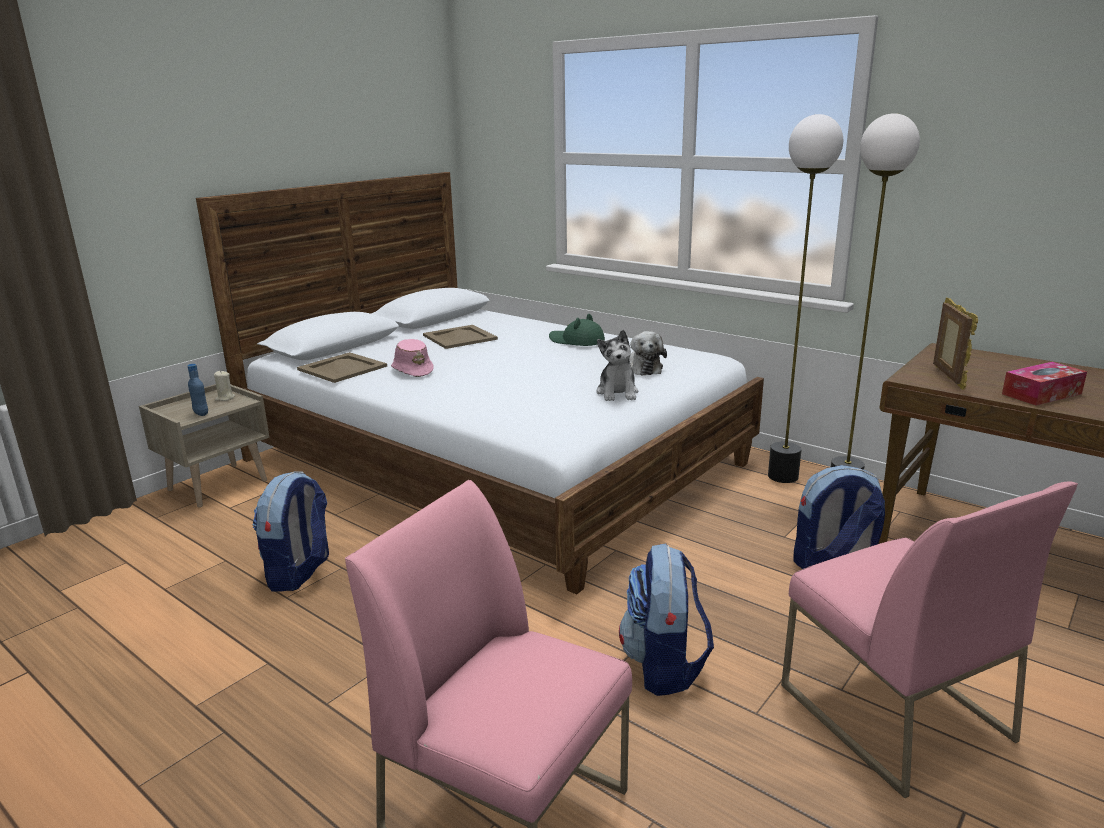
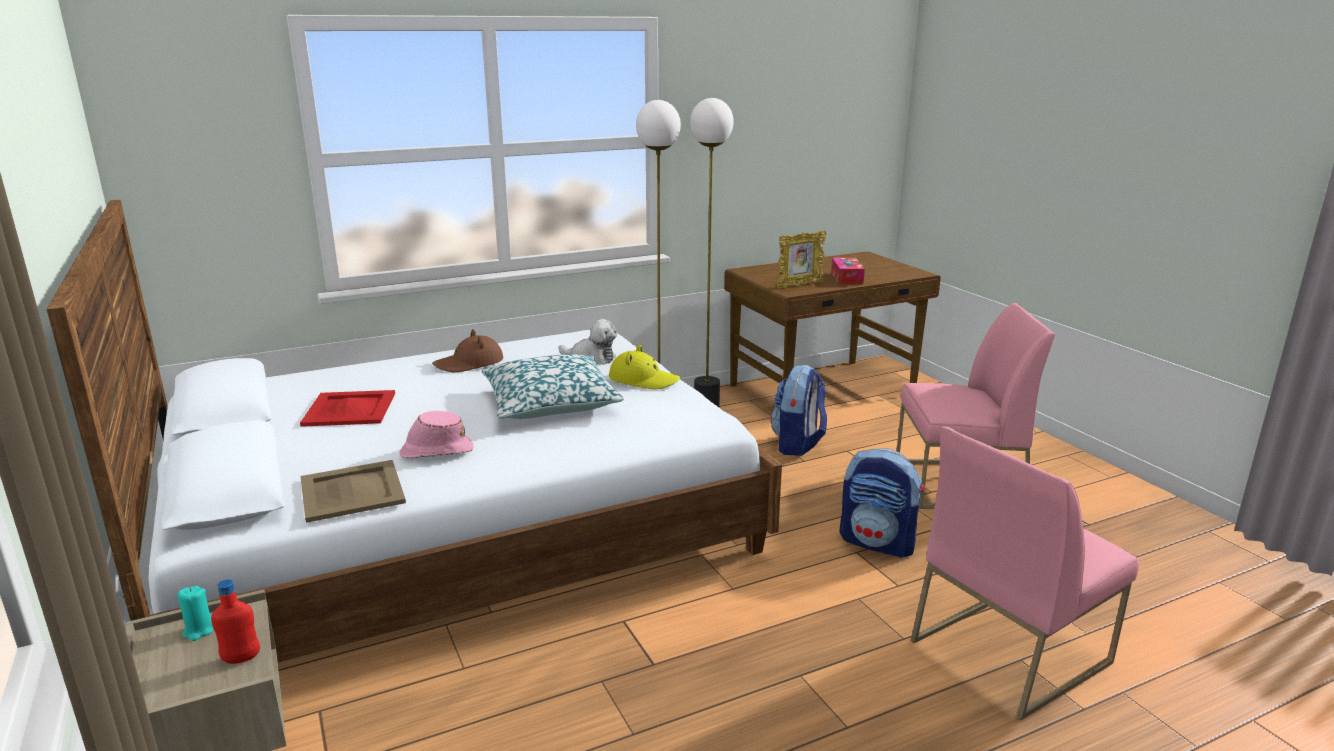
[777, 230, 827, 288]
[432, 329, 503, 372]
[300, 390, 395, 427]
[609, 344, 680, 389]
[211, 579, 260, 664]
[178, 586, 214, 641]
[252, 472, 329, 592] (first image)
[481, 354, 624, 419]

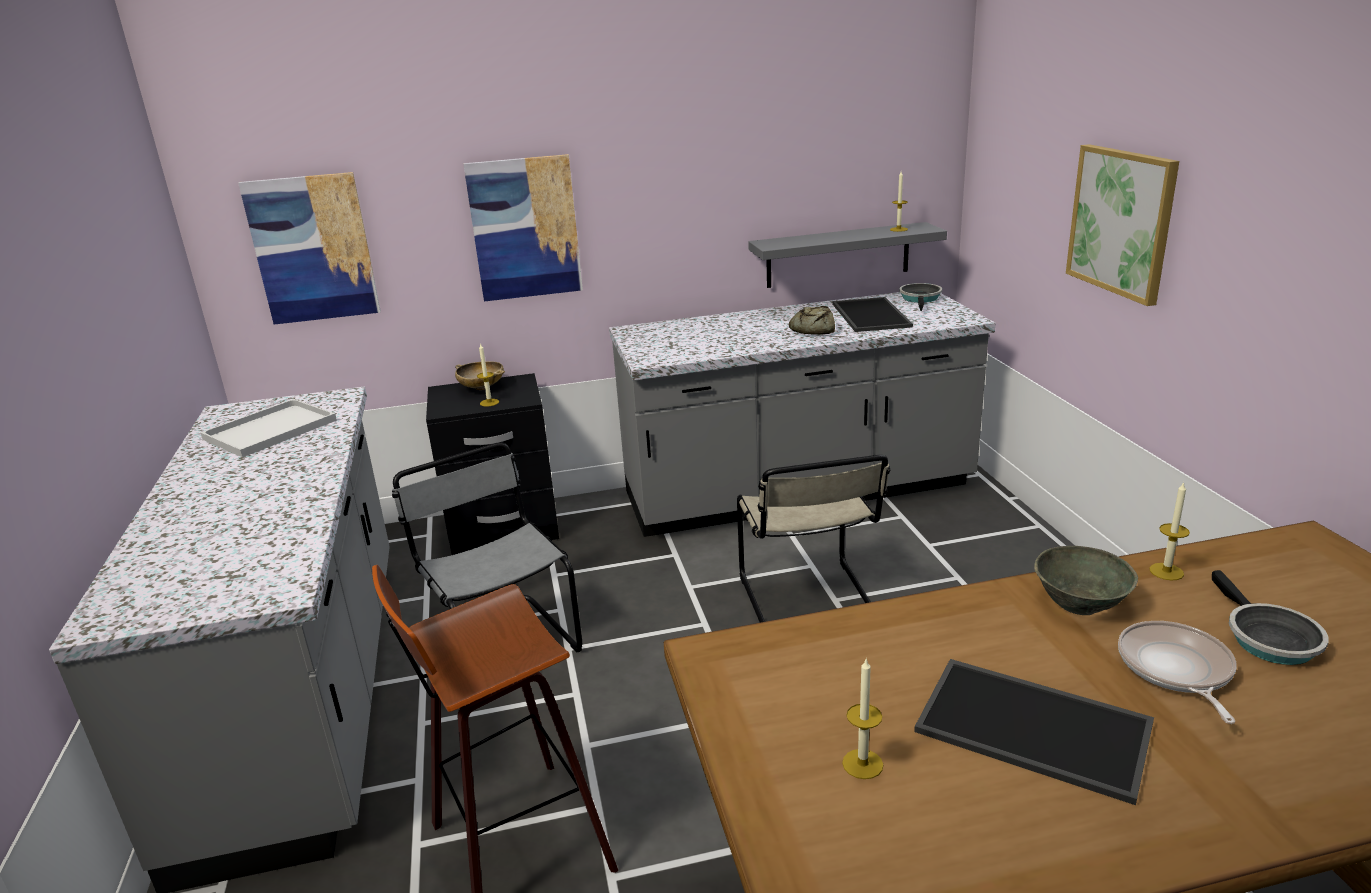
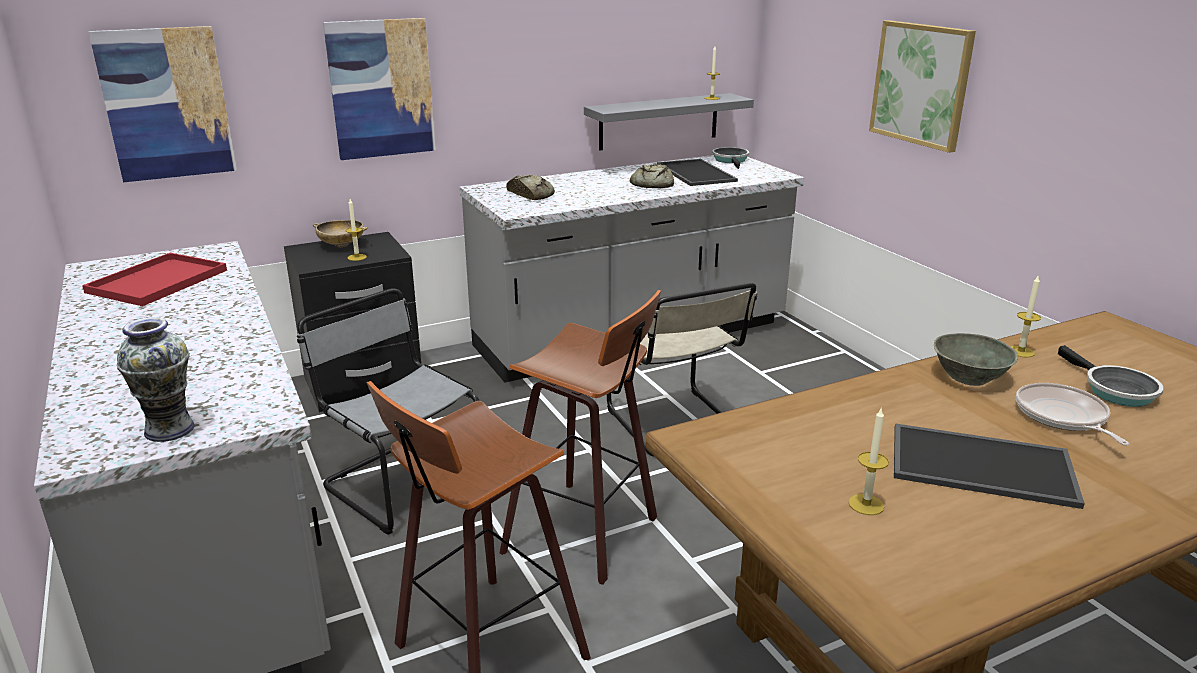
[82, 253, 227, 306]
[506, 175, 555, 200]
[499, 290, 661, 585]
[117, 317, 194, 442]

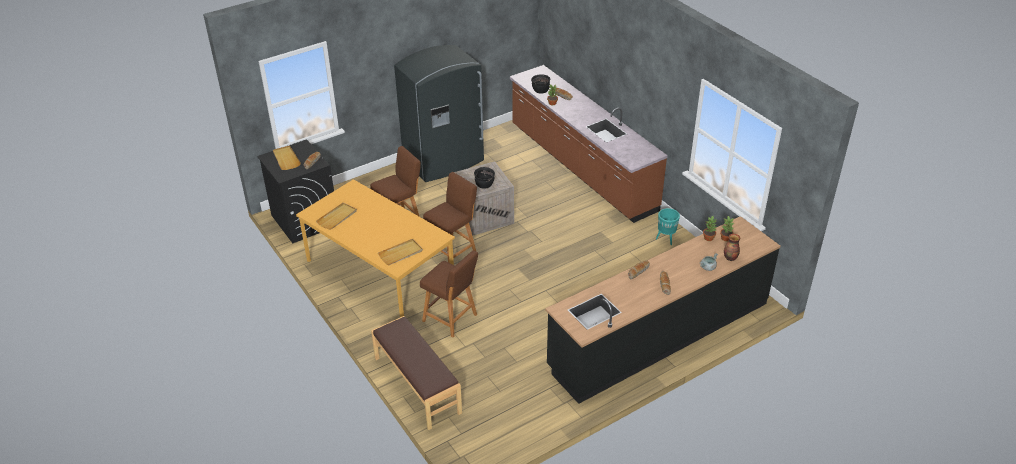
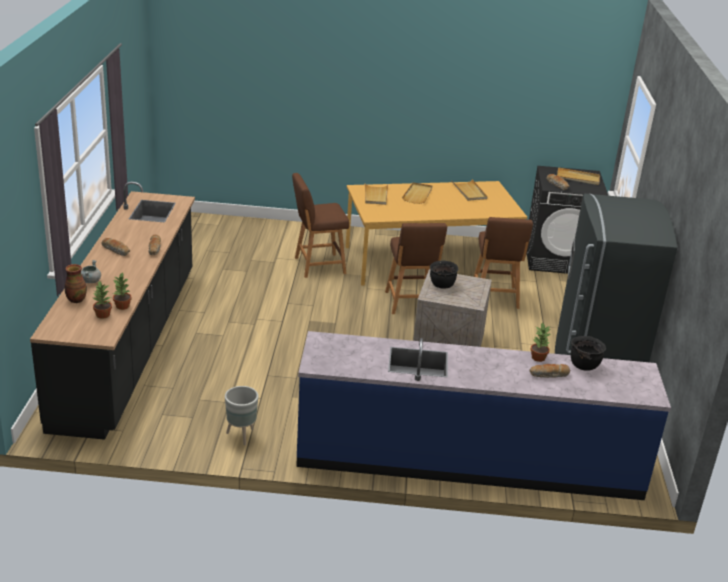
[296, 331, 671, 500]
[225, 386, 259, 446]
[371, 316, 462, 430] (first image)
[402, 182, 432, 204]

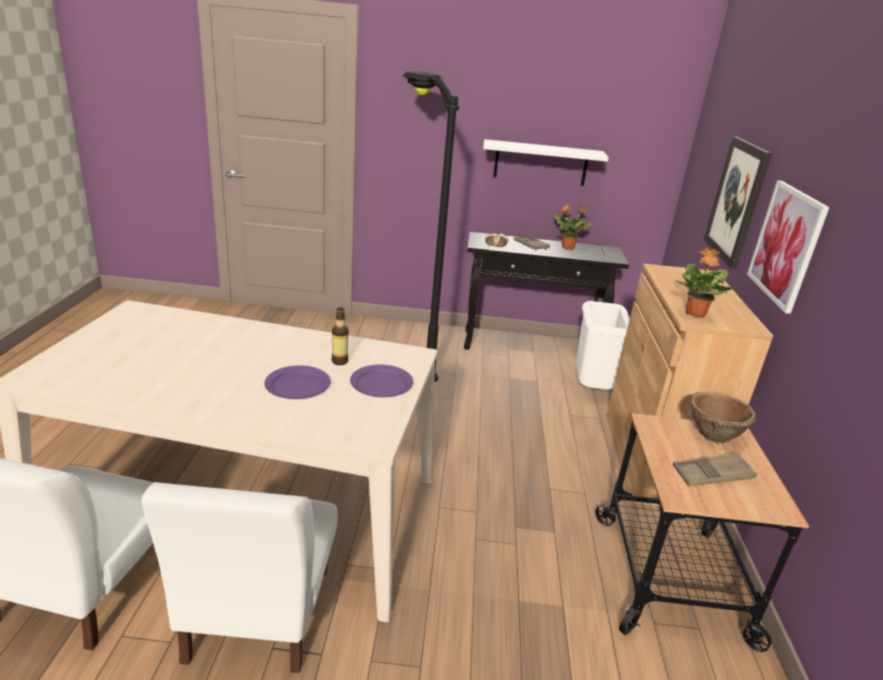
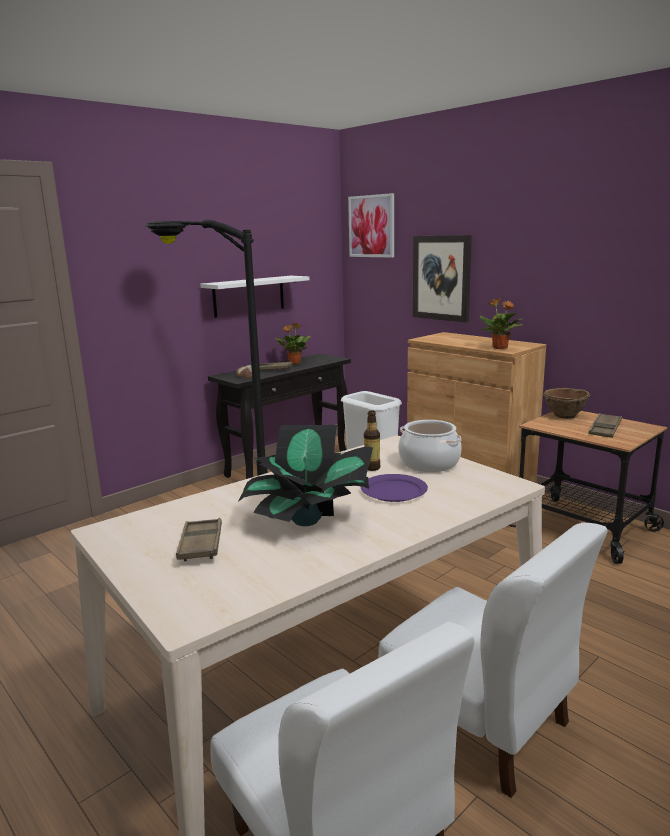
[348, 193, 394, 258]
[398, 420, 462, 472]
[238, 425, 373, 526]
[176, 518, 222, 561]

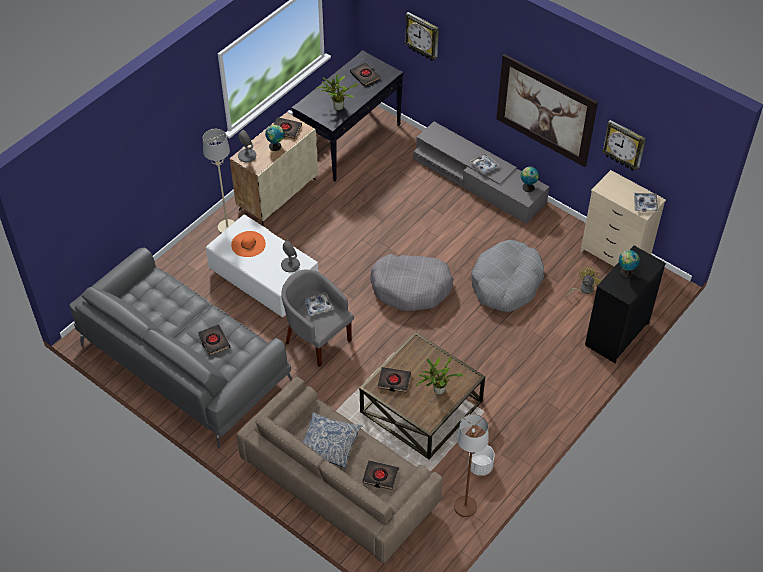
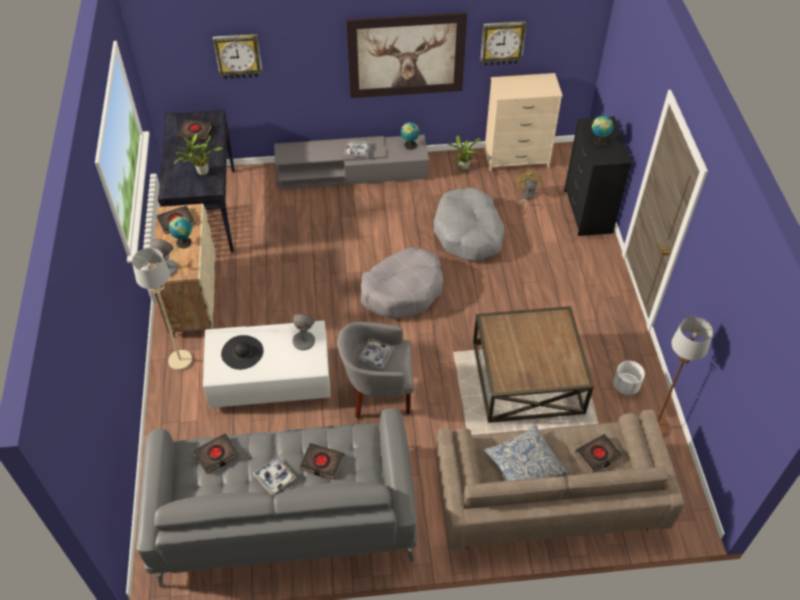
[253, 456, 296, 495]
[221, 335, 264, 370]
[448, 135, 480, 170]
[193, 433, 239, 474]

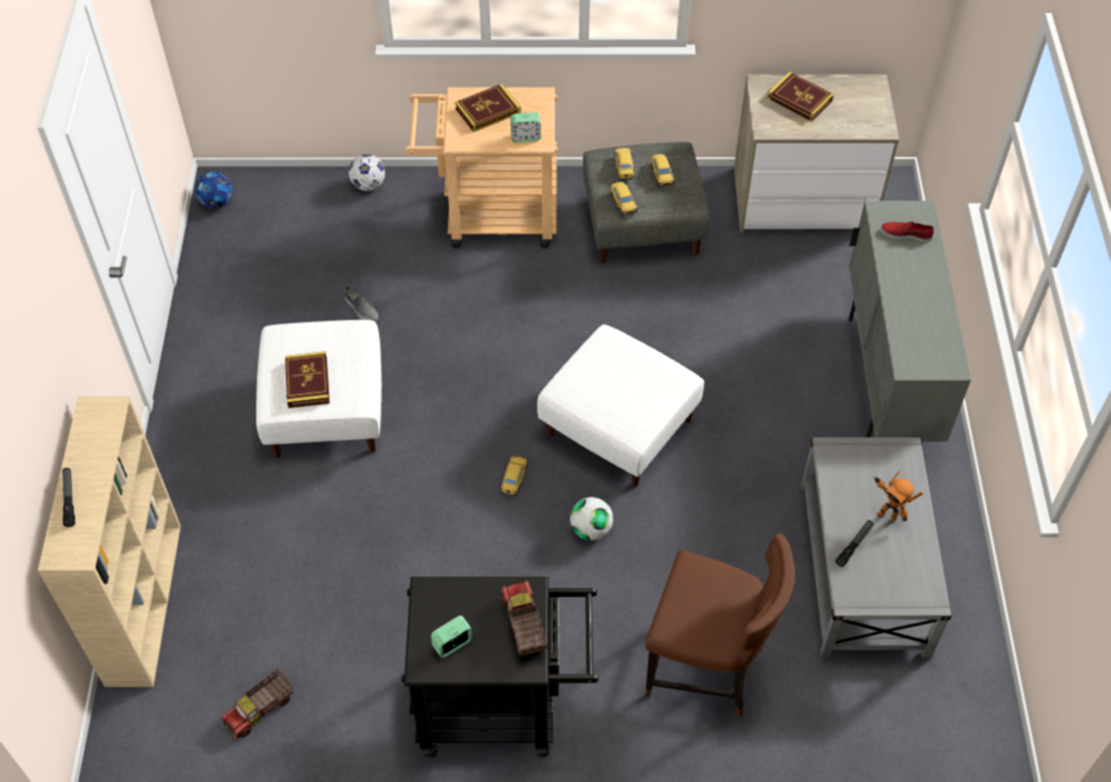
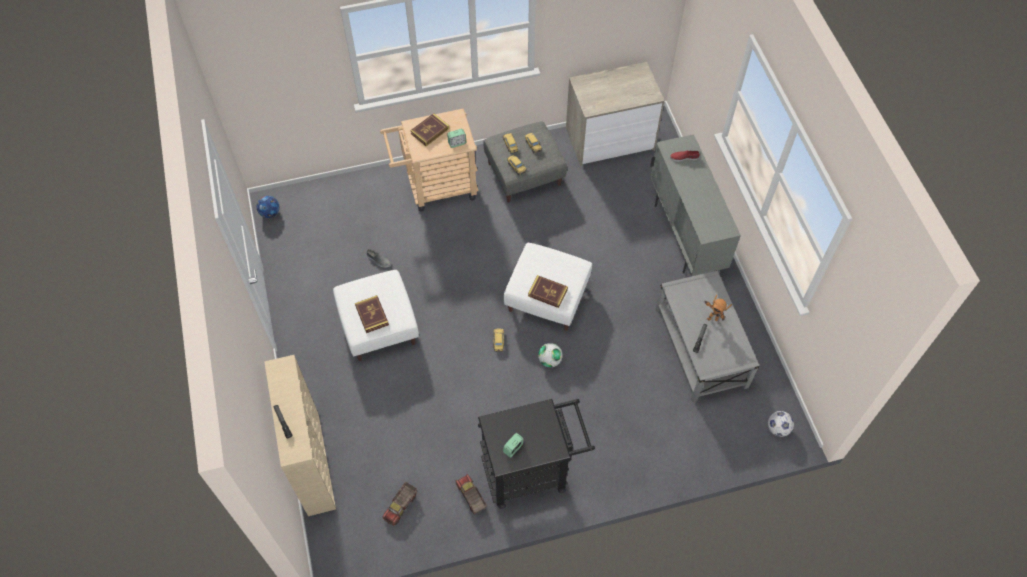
[528, 275, 568, 308]
[768, 411, 794, 437]
[645, 533, 795, 717] (first image)
[455, 474, 487, 514]

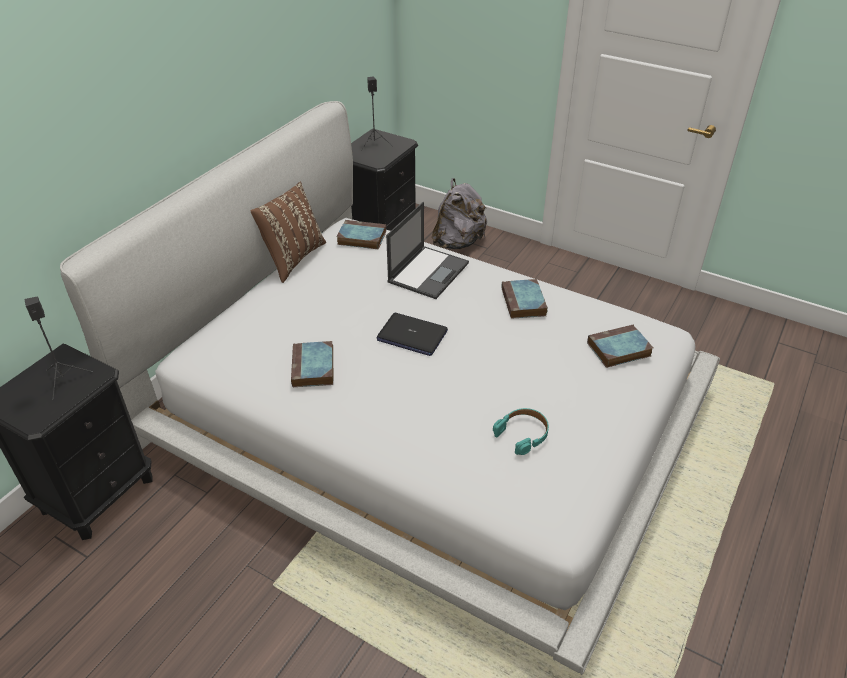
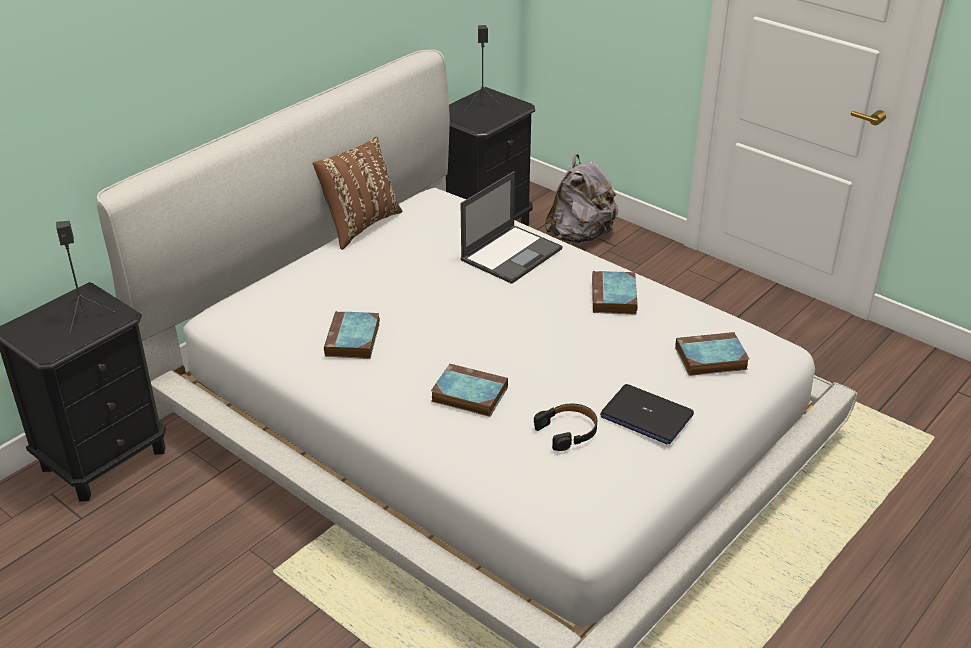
[431, 364, 508, 417]
[600, 384, 694, 444]
[534, 404, 597, 451]

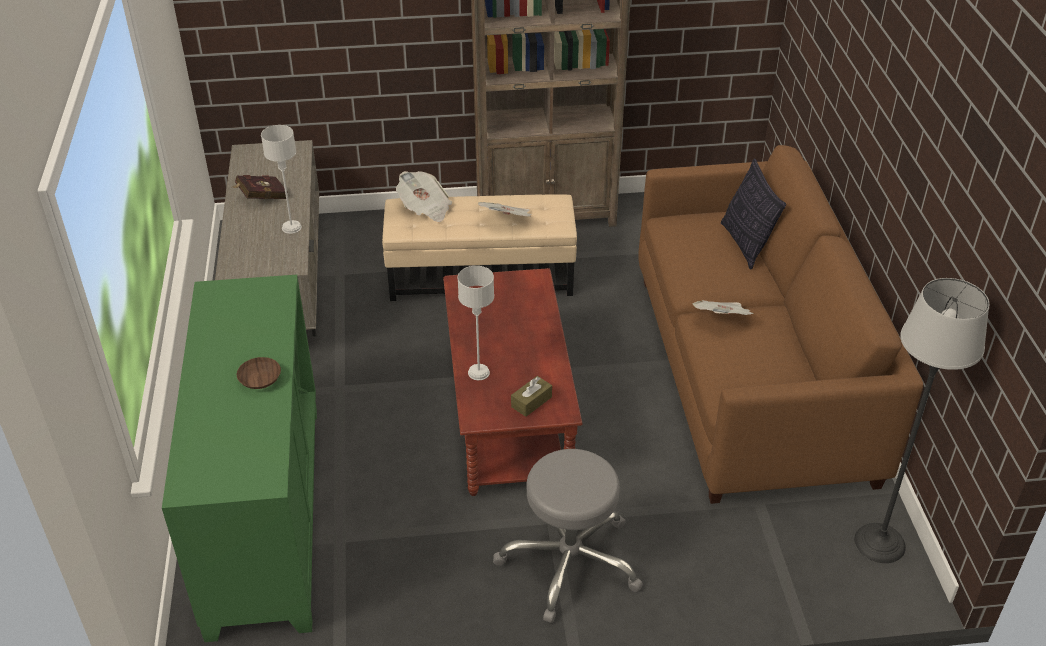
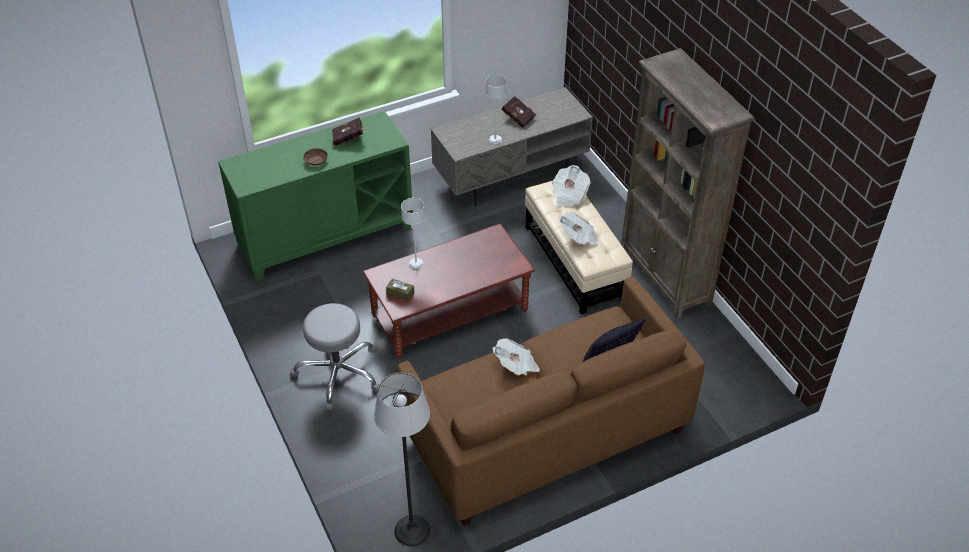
[332, 118, 367, 146]

